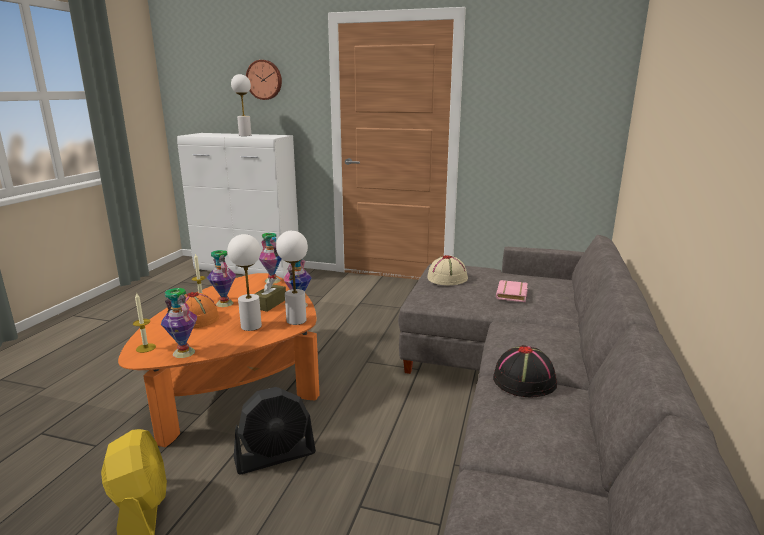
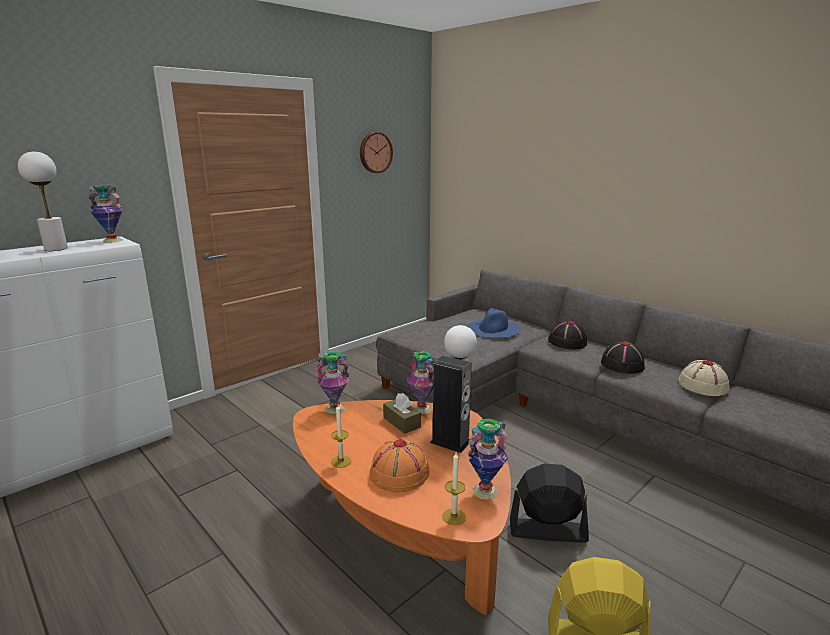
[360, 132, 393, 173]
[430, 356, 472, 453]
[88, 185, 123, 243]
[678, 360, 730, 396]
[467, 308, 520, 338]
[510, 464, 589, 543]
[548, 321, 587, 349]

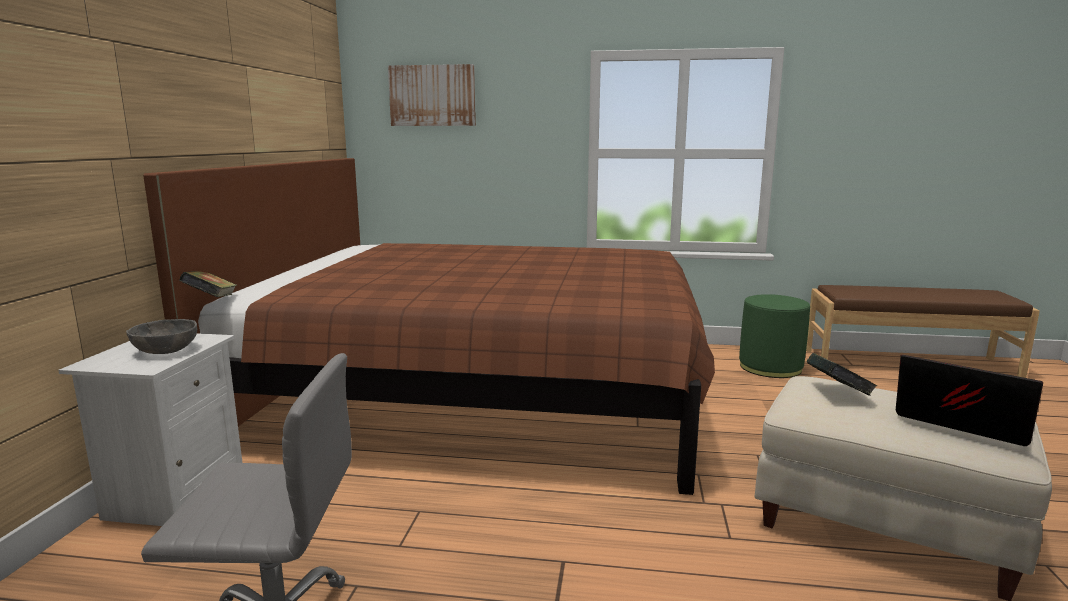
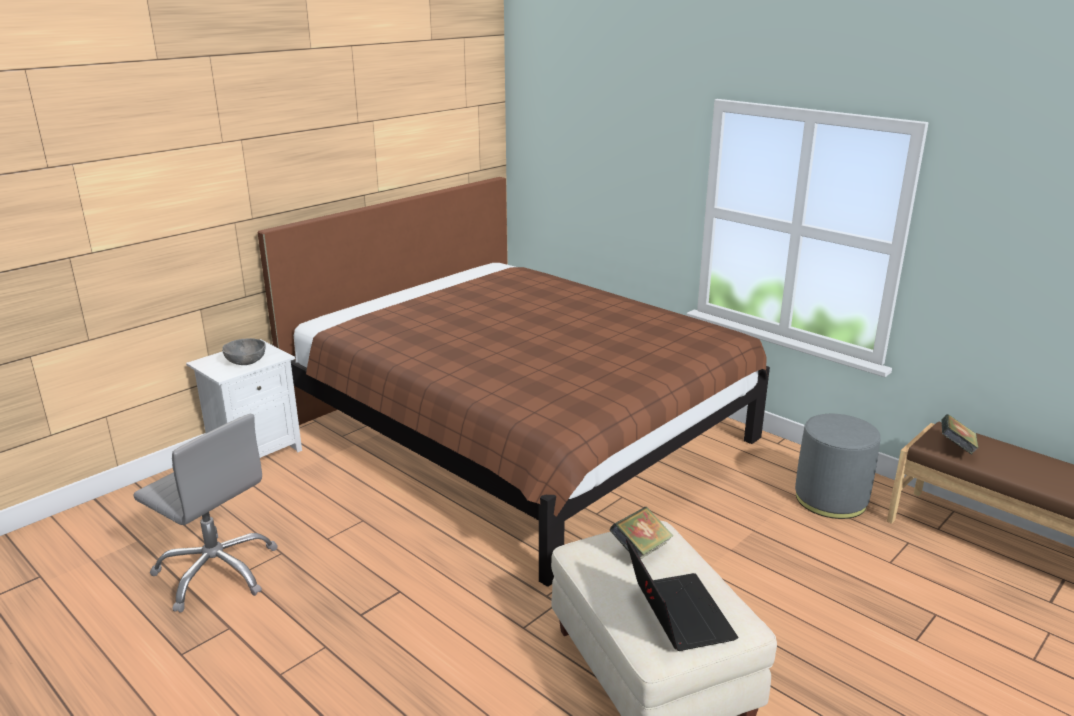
[388, 64, 476, 126] (first image)
[941, 414, 979, 455]
[795, 414, 881, 519]

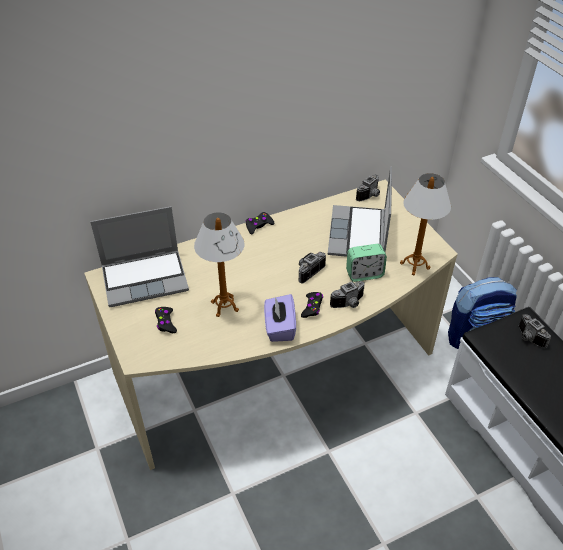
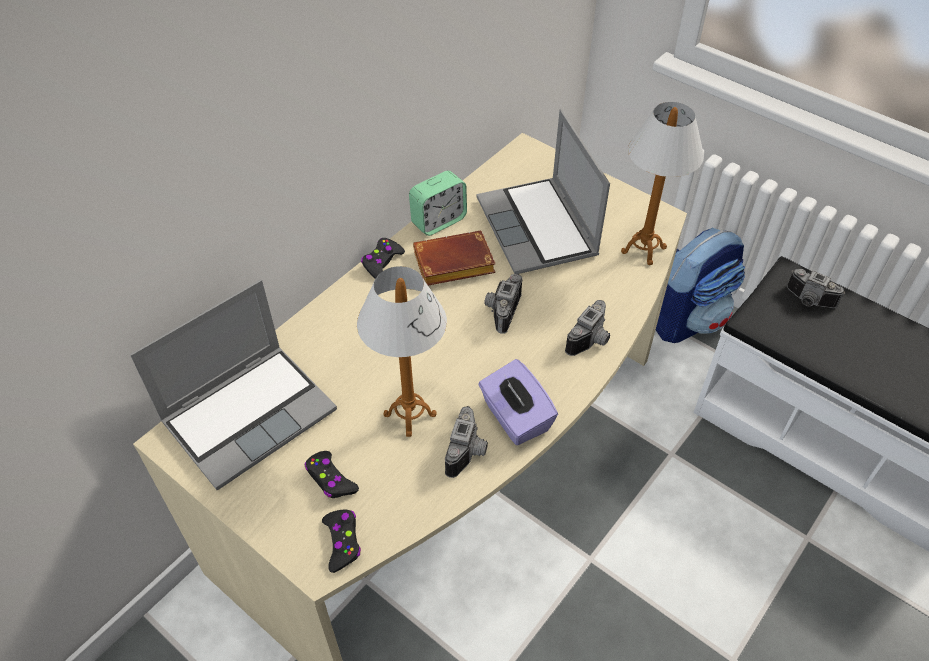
[445, 406, 488, 478]
[409, 171, 467, 236]
[322, 510, 361, 573]
[413, 230, 496, 286]

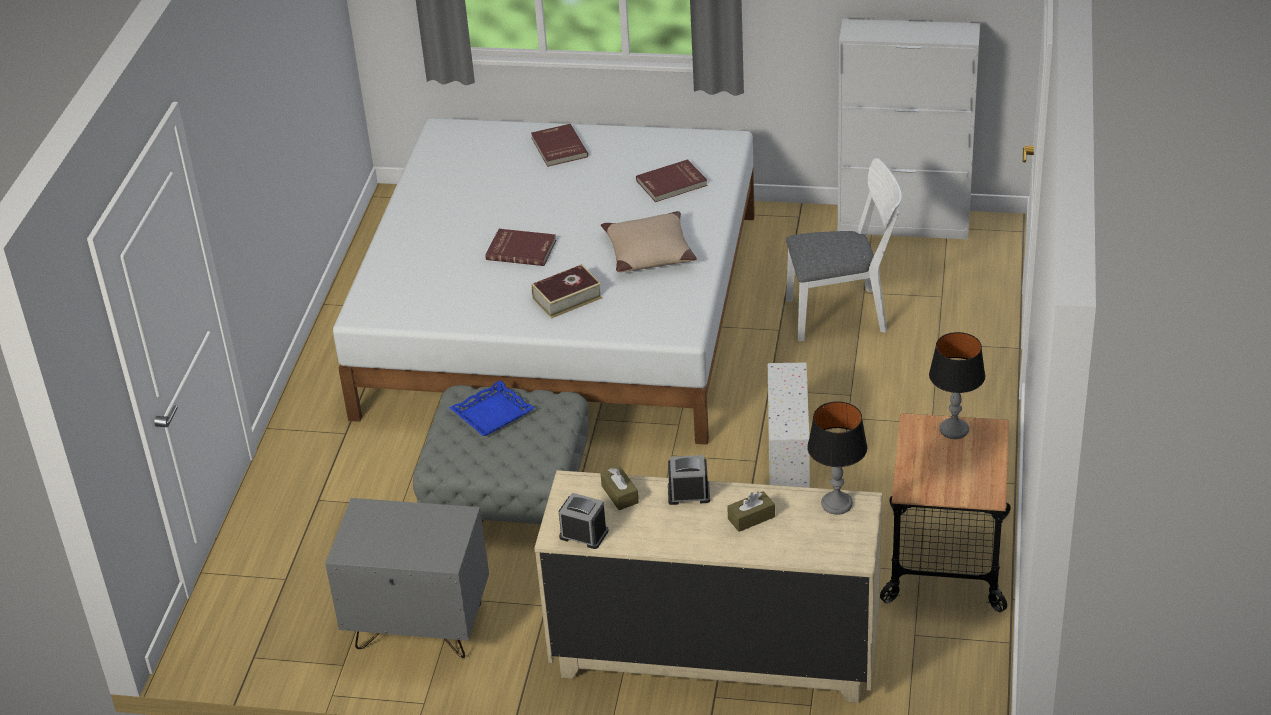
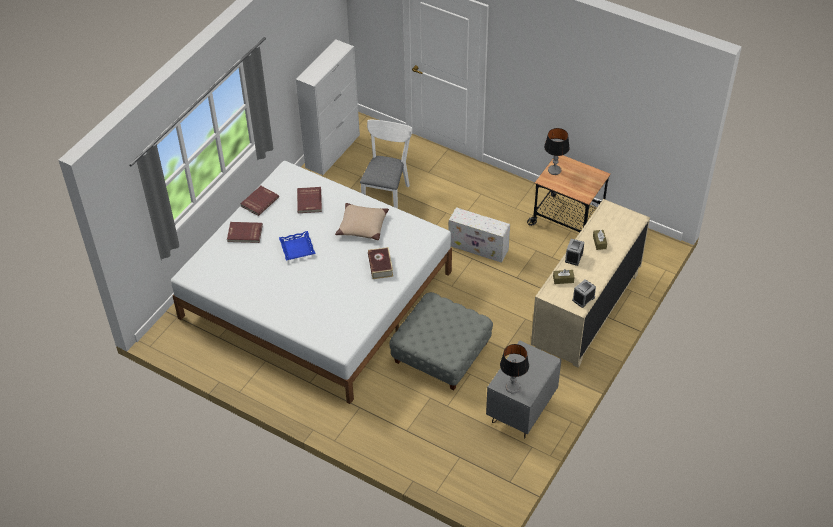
[240, 186, 279, 216]
[279, 231, 316, 261]
[500, 344, 529, 394]

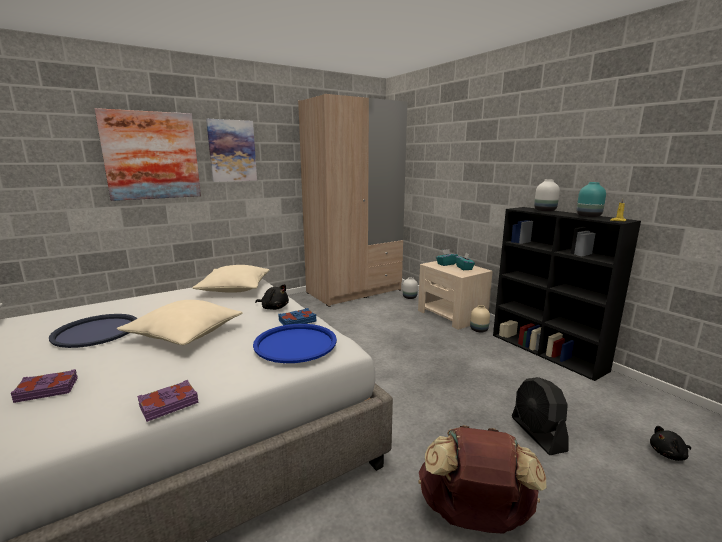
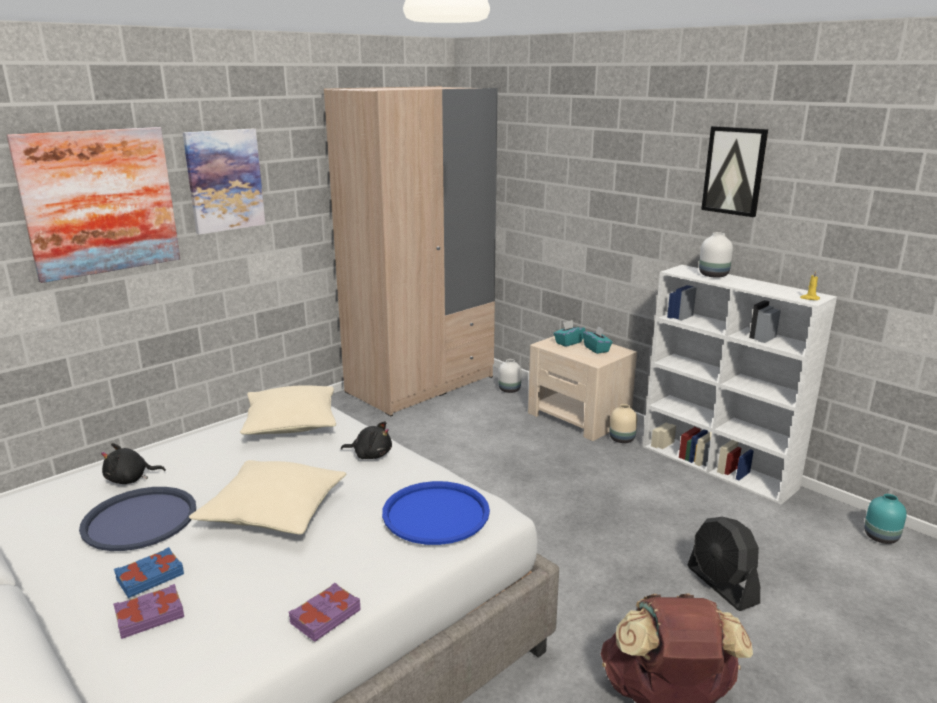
[864, 494, 907, 544]
[643, 265, 837, 505]
[114, 547, 184, 598]
[101, 443, 166, 484]
[701, 126, 768, 217]

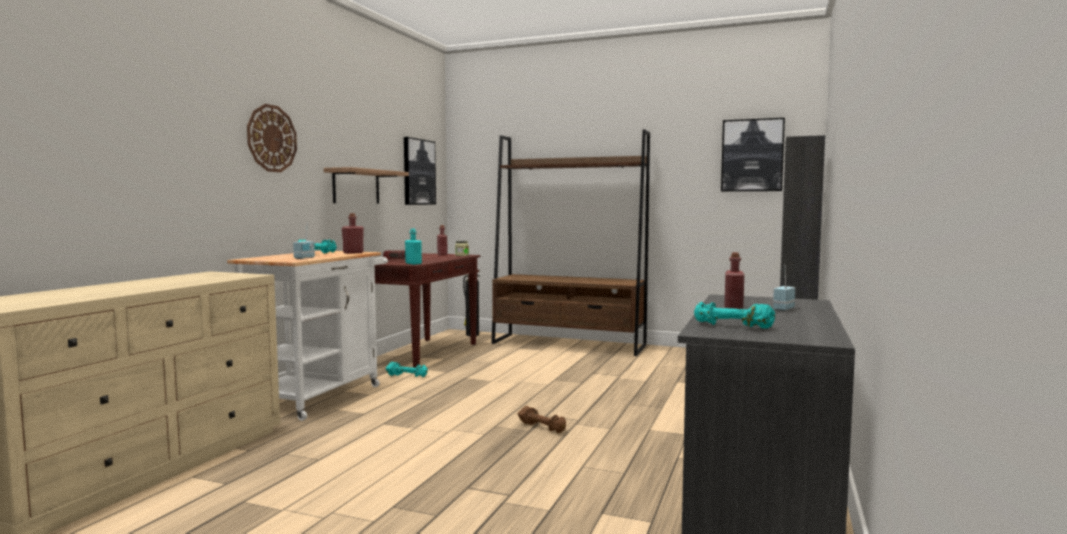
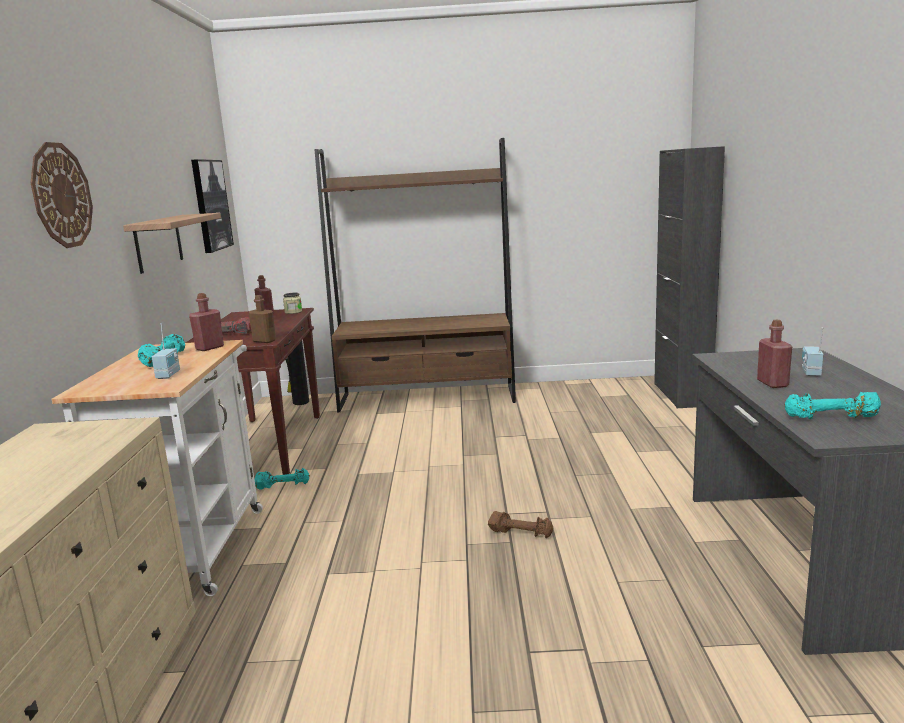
[721, 118, 785, 192] (first image)
[249, 295, 276, 343]

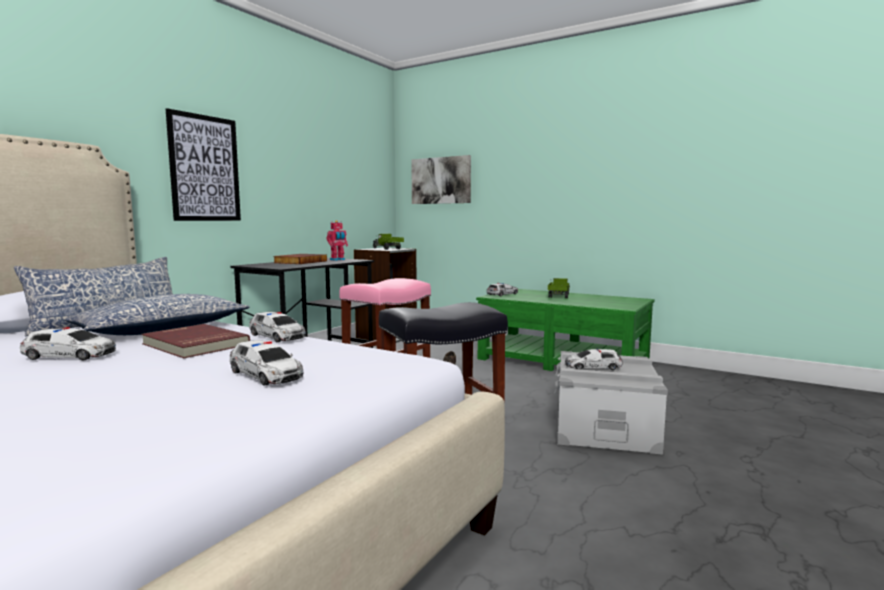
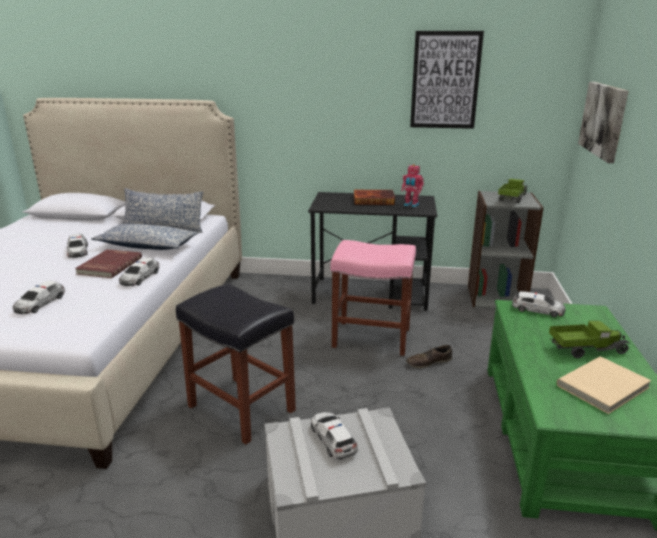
[410, 31, 484, 129]
[557, 356, 651, 414]

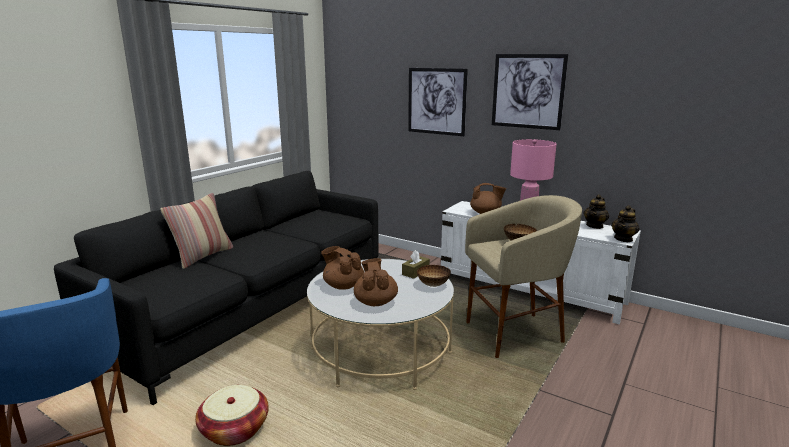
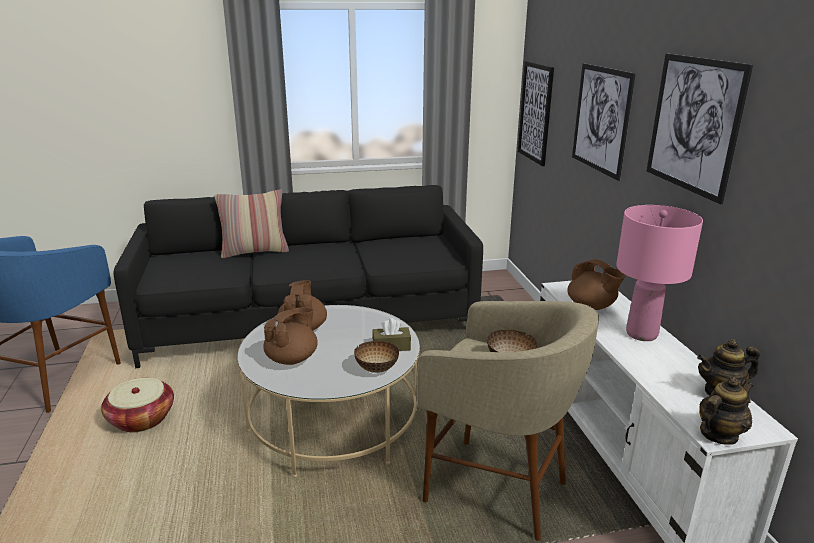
[699, 377, 753, 445]
[518, 61, 554, 166]

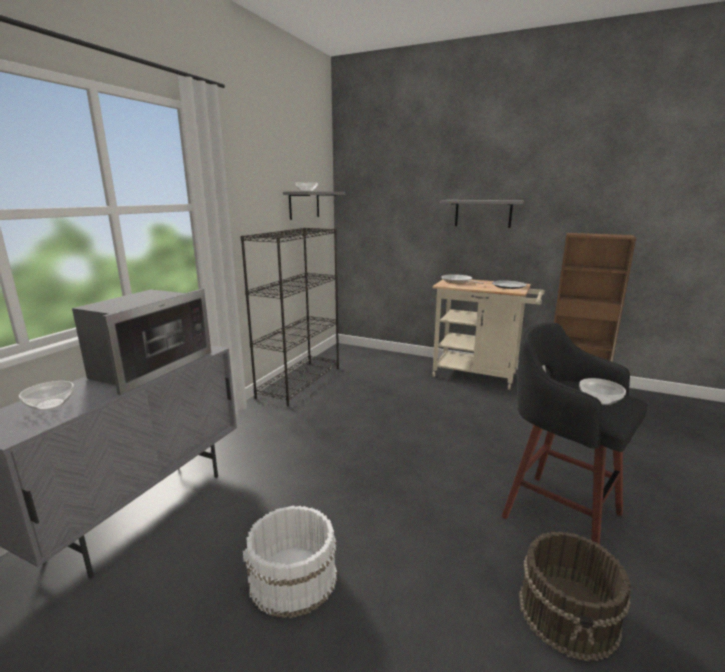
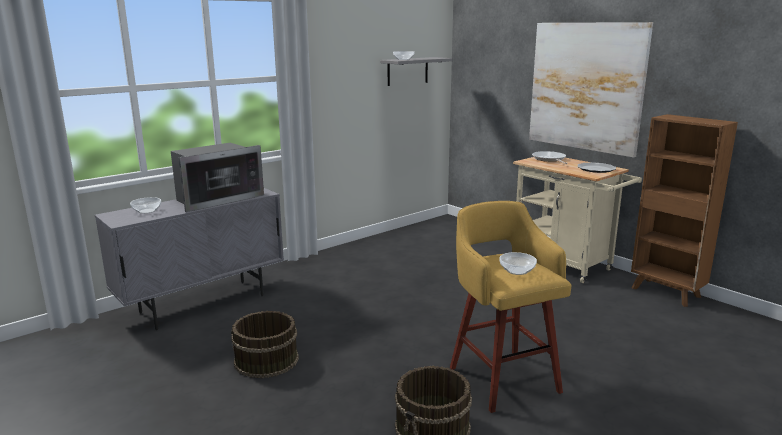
[529, 22, 653, 158]
[240, 227, 339, 406] (first image)
[450, 201, 572, 413]
[231, 311, 299, 378]

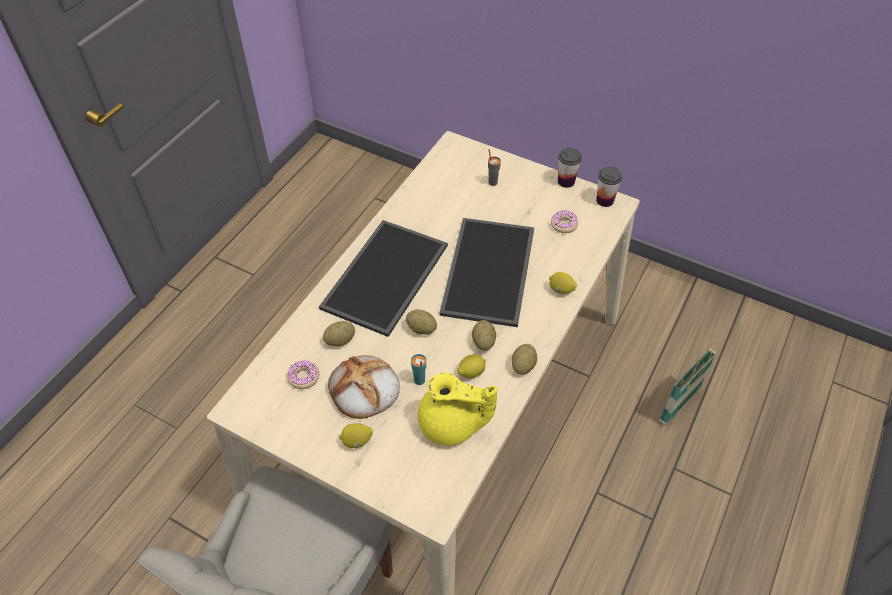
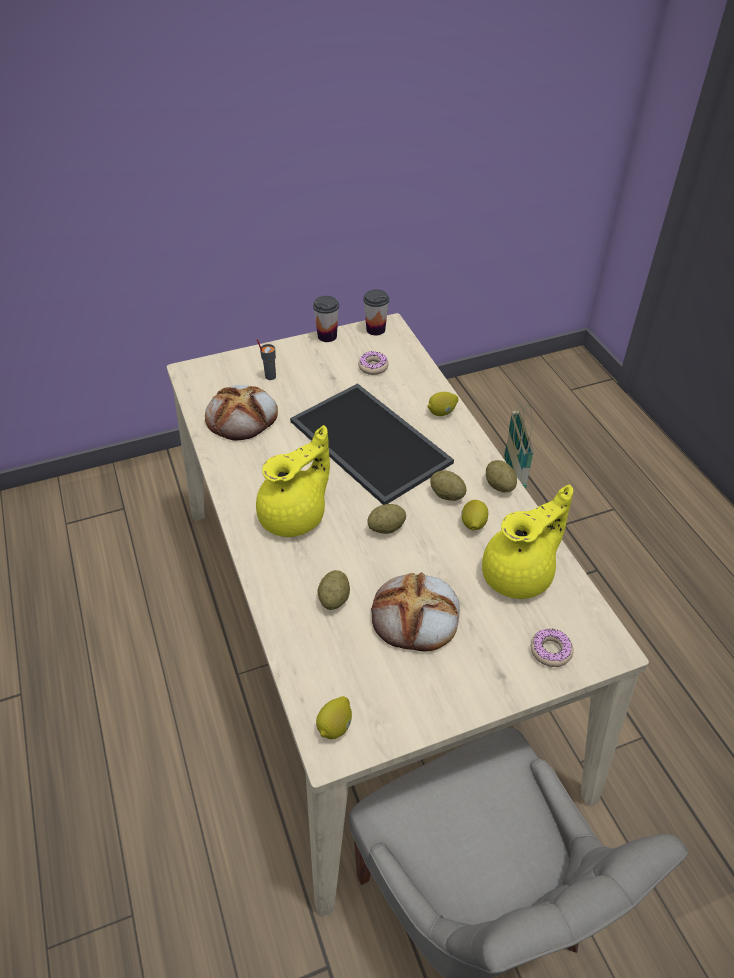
[256, 425, 330, 537]
[411, 354, 427, 385] (first image)
[531, 628, 574, 667]
[316, 696, 352, 739]
[205, 385, 278, 440]

